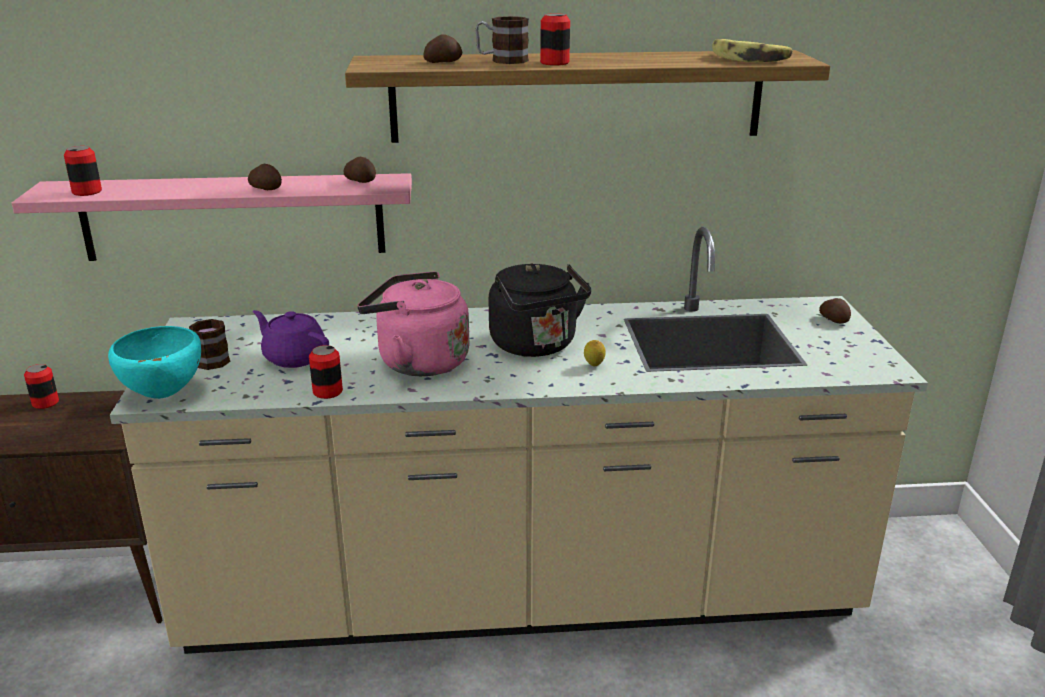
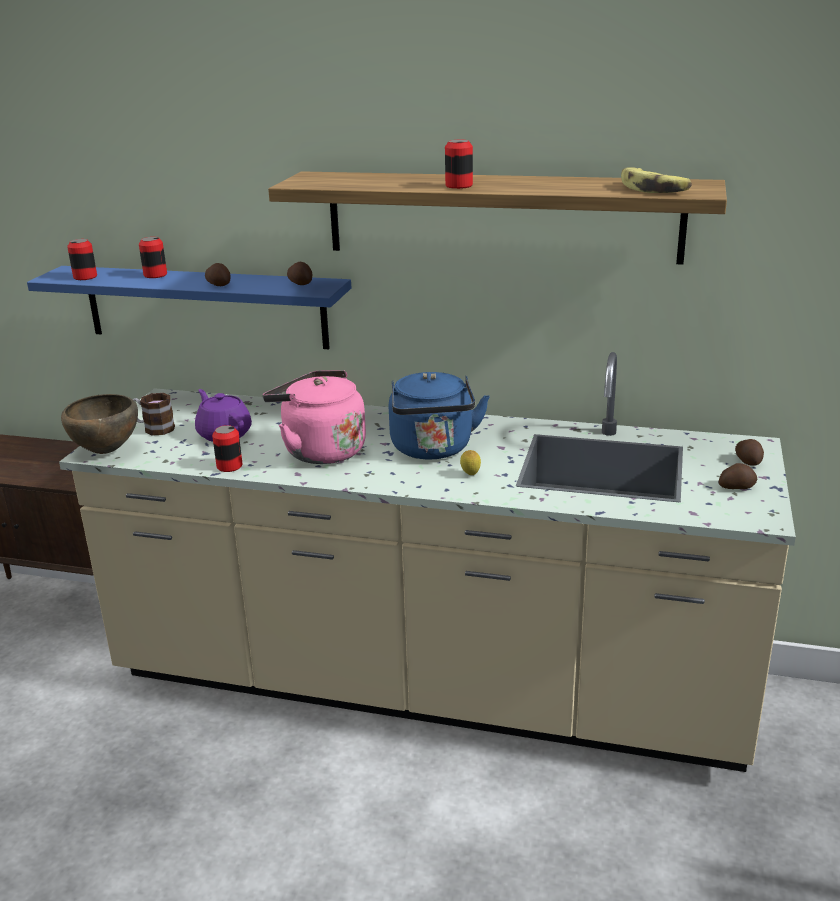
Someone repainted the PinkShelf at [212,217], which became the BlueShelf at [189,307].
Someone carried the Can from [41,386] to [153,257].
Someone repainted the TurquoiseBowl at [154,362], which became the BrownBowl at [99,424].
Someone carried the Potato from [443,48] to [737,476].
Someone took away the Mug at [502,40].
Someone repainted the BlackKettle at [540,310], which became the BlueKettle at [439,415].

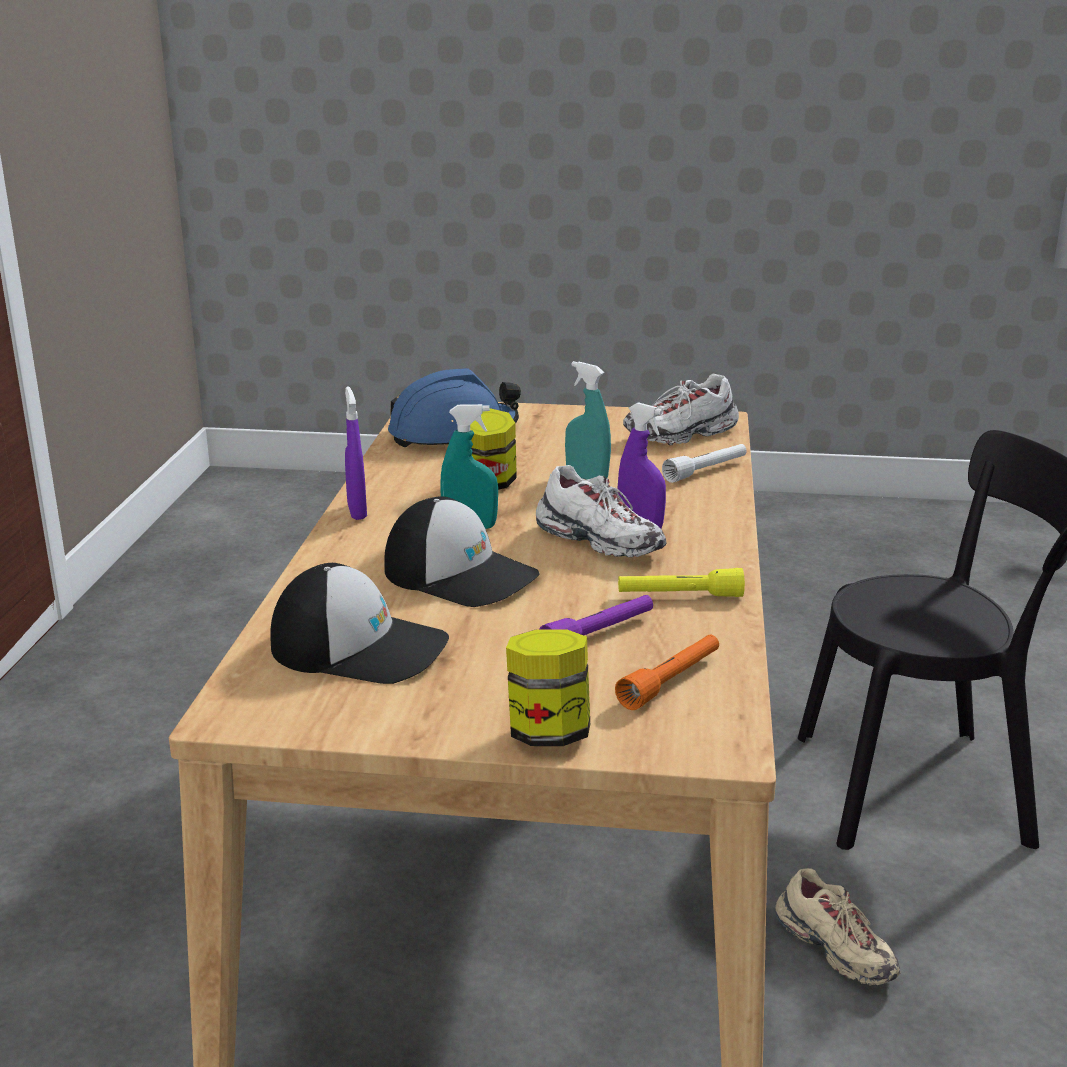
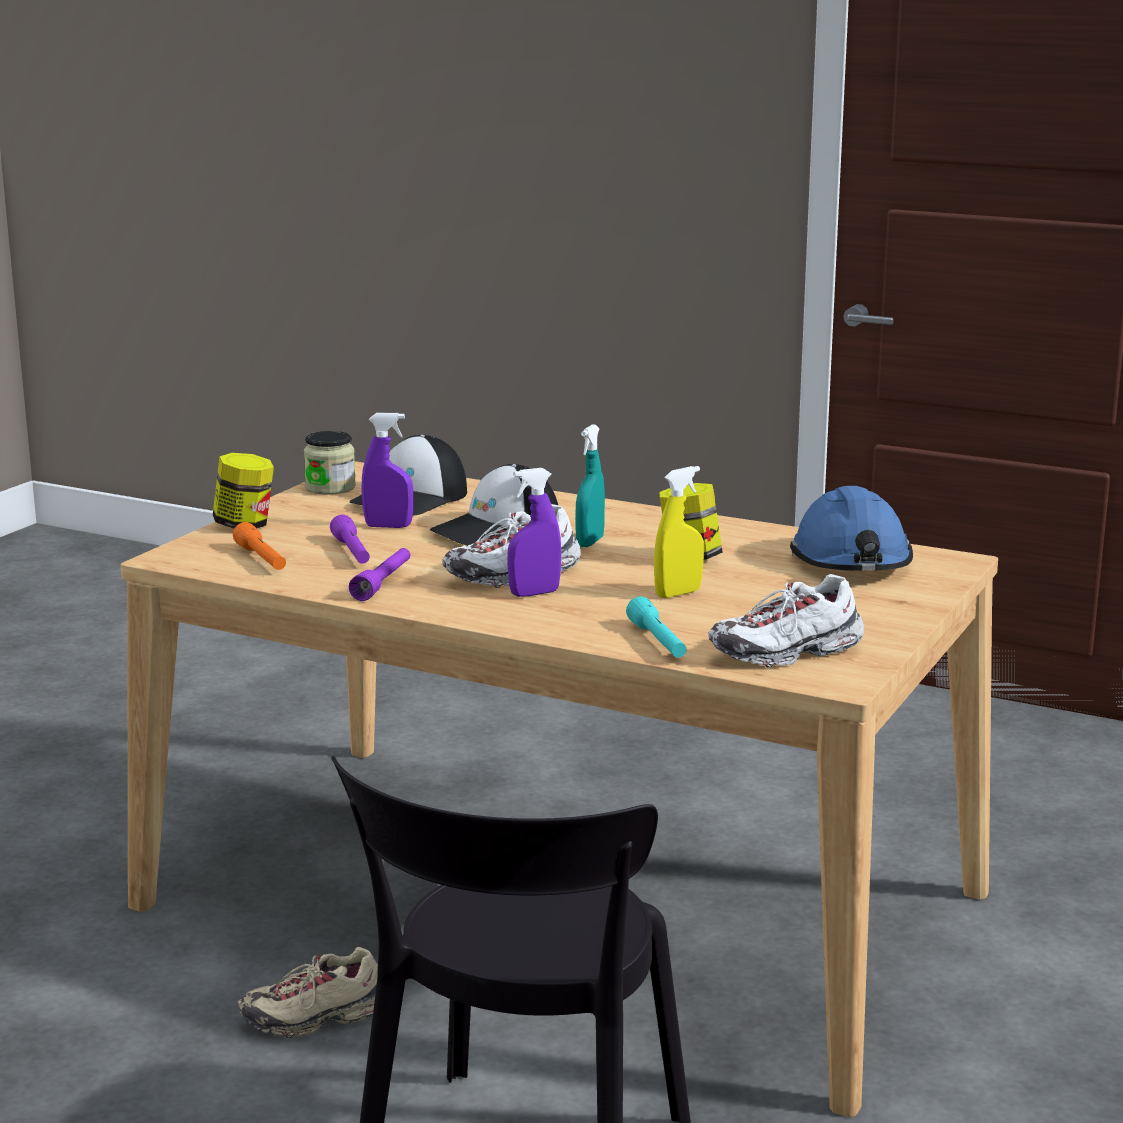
Someone carried the PurpleSprayBottle from [356,453] to [387,470].
Someone repainted the TurquoiseSprayBottle at [588,420], which became the YellowSprayBottle at [679,532].
Someone repainted the YellowFlashlight at [681,582], which became the PurpleFlashlight at [379,574].
Someone rotated the WhiteShoe at [681,410] by 105 degrees counterclockwise.
Someone repainted the WhiteFlashlight at [704,463], which became the TurquoiseFlashlight at [656,627].
Someone put down the Jar at [330,463].

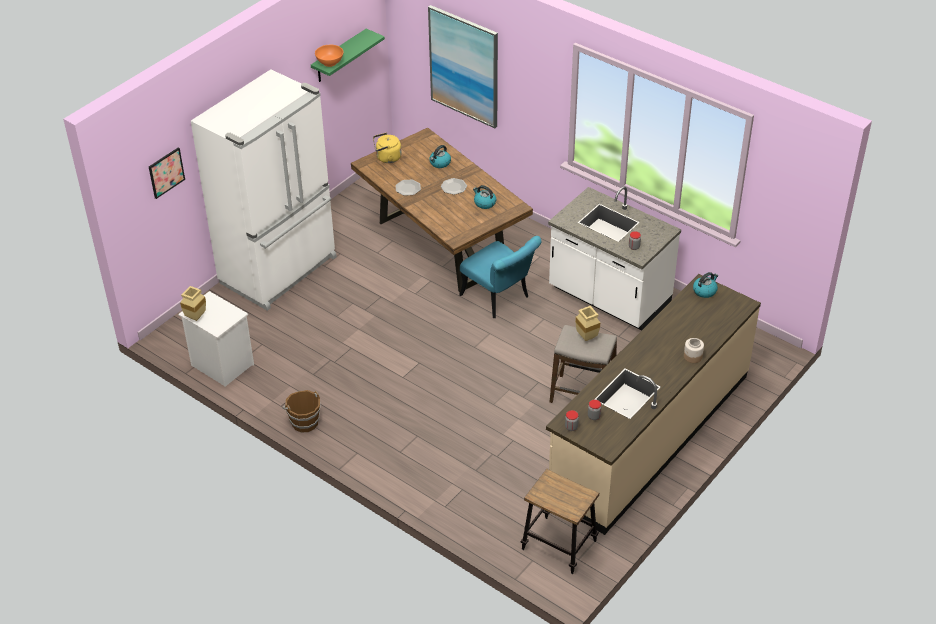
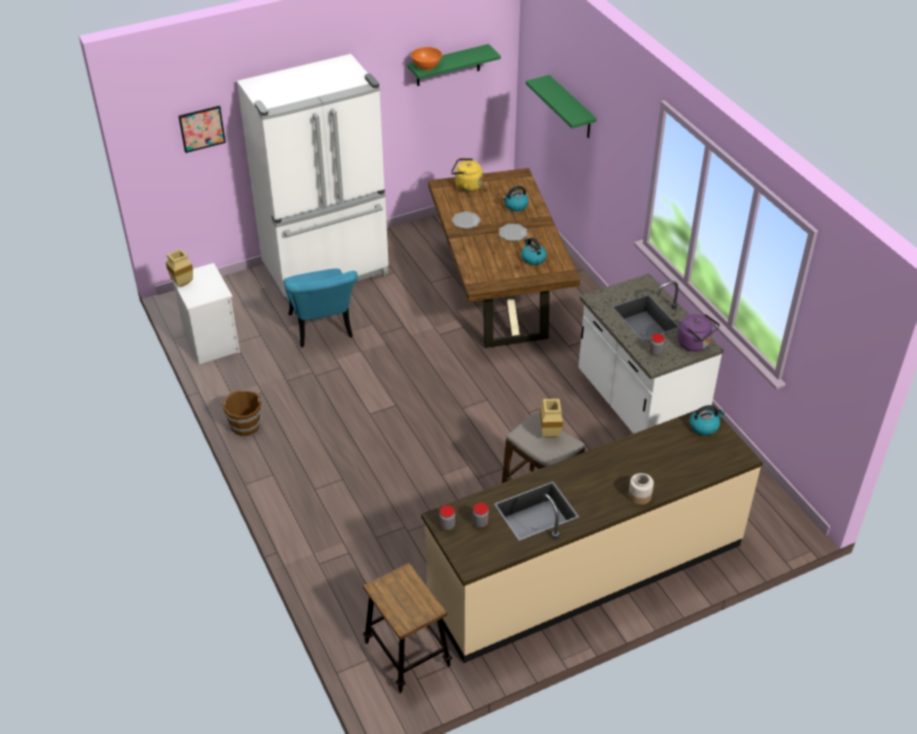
Someone swapped the Picture at [463,66] for the GreenShelf at [561,106].
Someone carried the TurquoiseChair from [500,277] to [321,308].
Someone put down the PurpleKettle at [698,333].

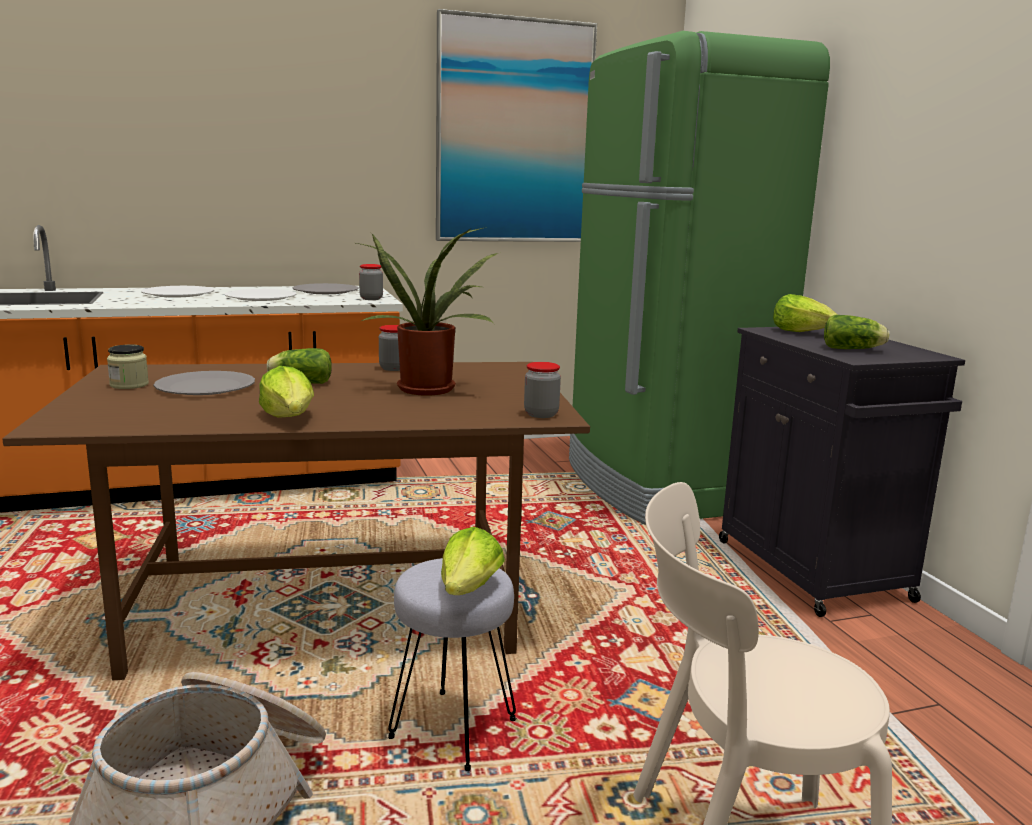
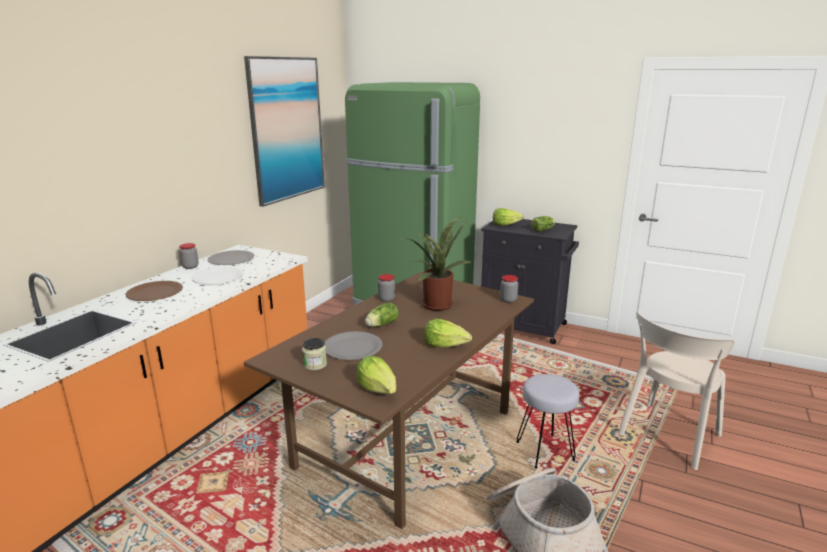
Someone repainted the WhitePlate at [177,292], which became the BrownPlate at [154,291].
Someone carried the Jar from [371,282] to [189,256].
Someone carried the Lettuce from [473,561] to [376,375].

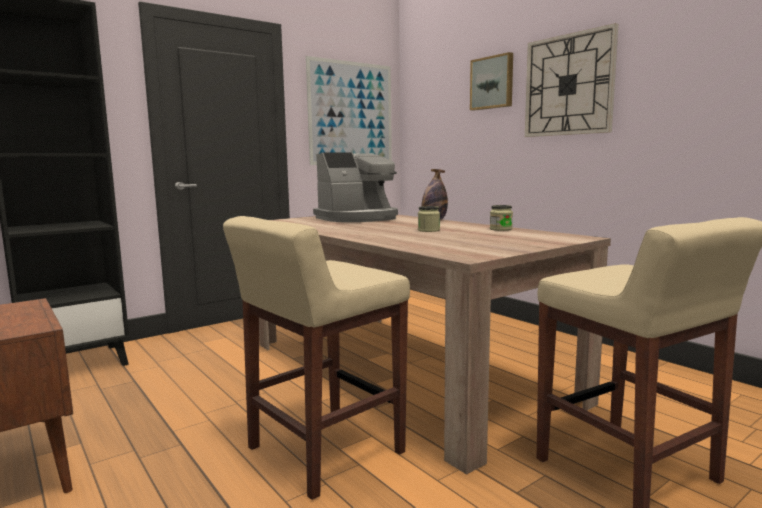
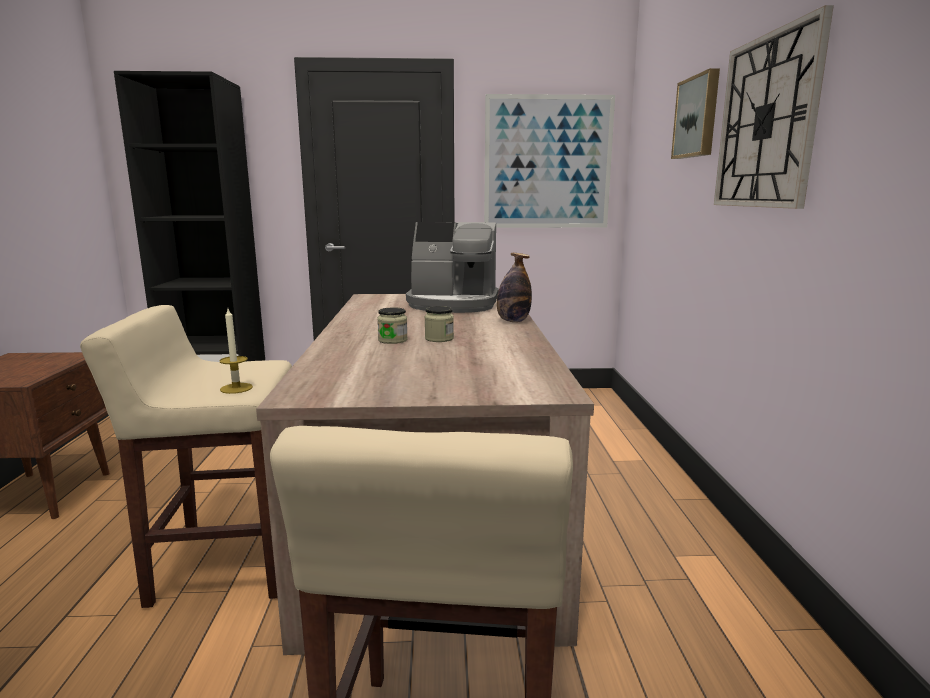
Someone carried the Jar from [501,218] to [392,326].
Someone put down the Candle at [236,351].

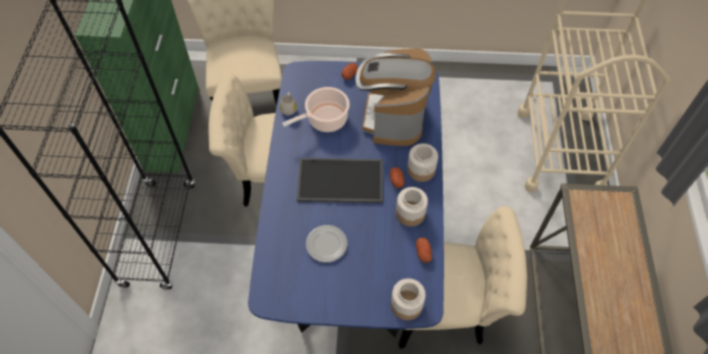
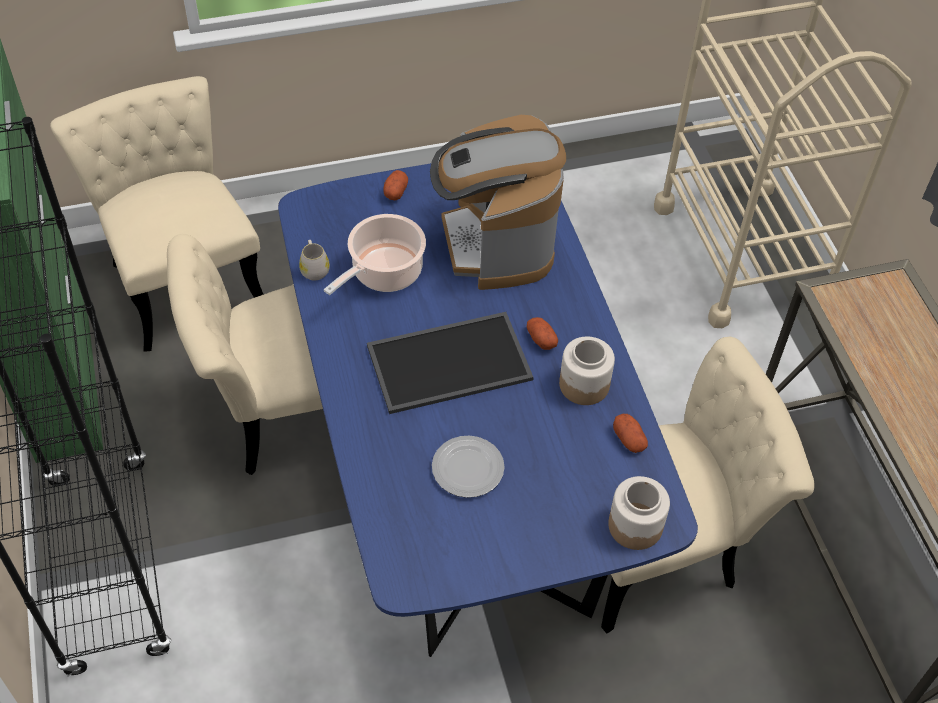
Someone took away the Jar at [422,162].

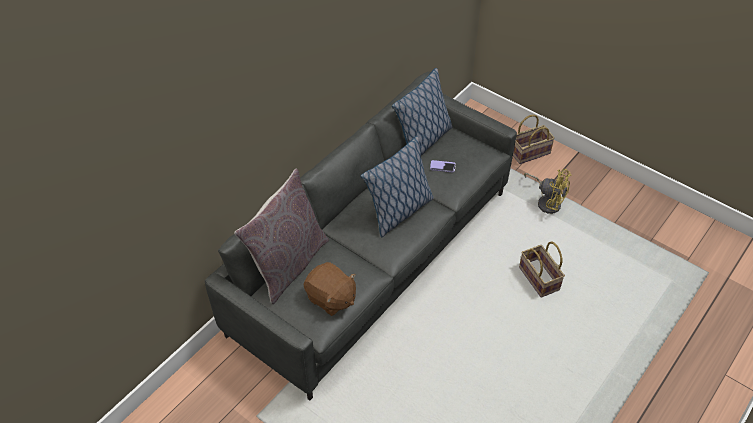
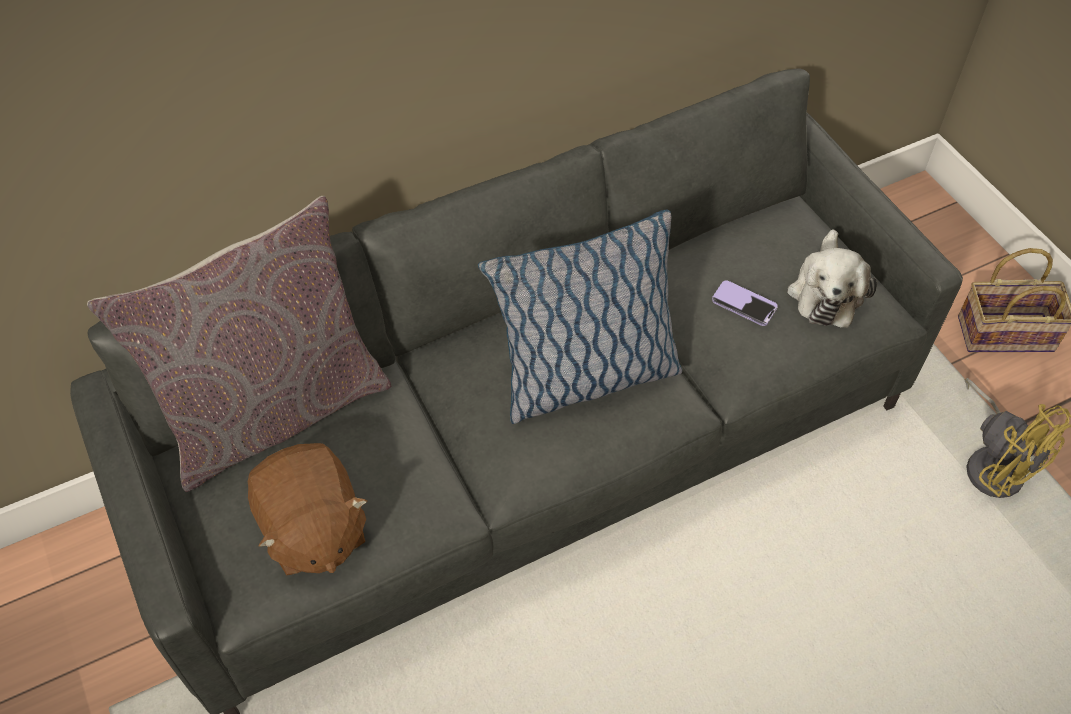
Someone took away the Pillow at [422,112].
Someone took away the Basket at [542,269].
Someone put down the PlushToy at [832,278].

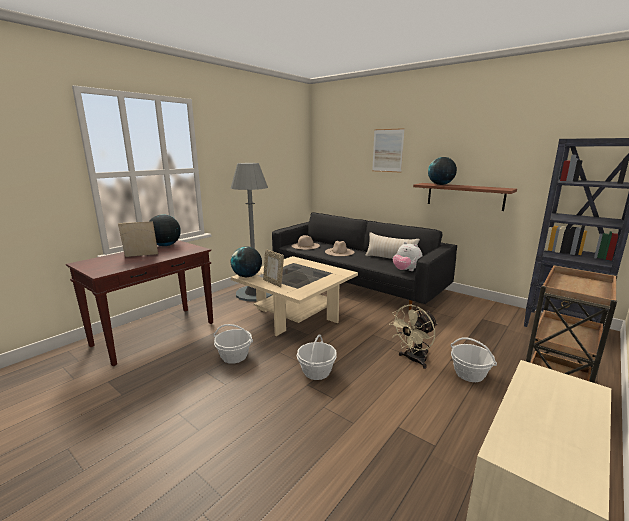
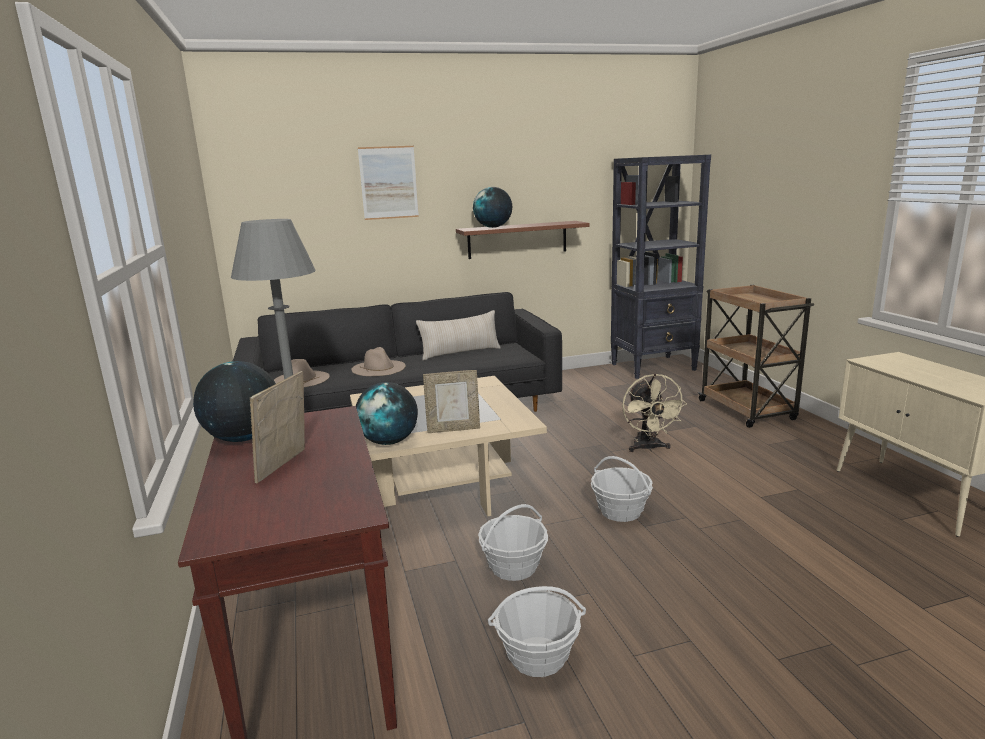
Someone took away the PlushToy at [407,256].
Someone carried the Basket from [474,359] to [537,631].

